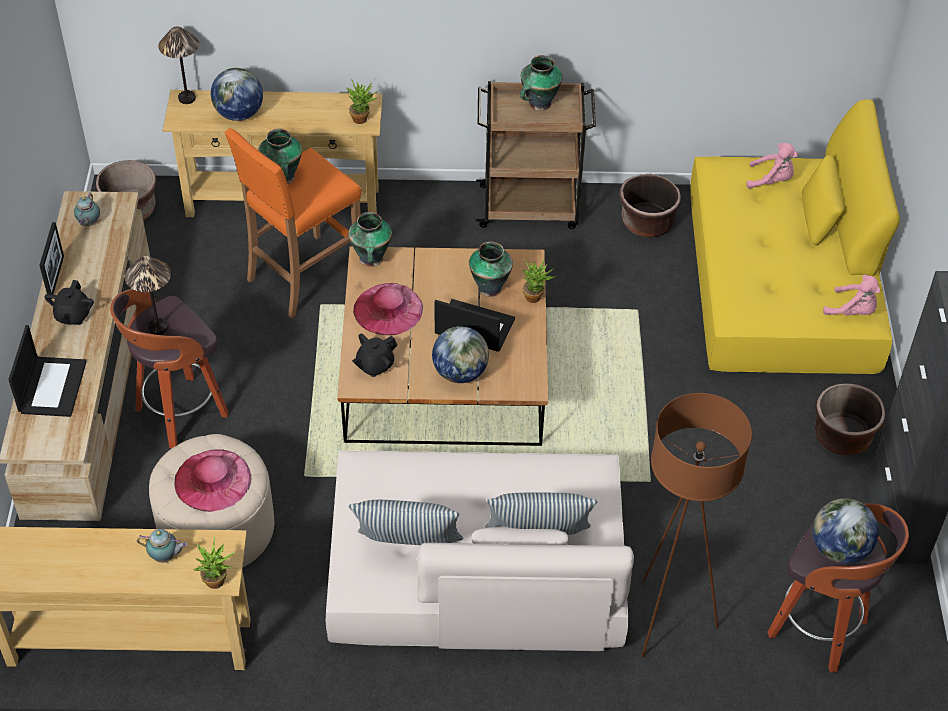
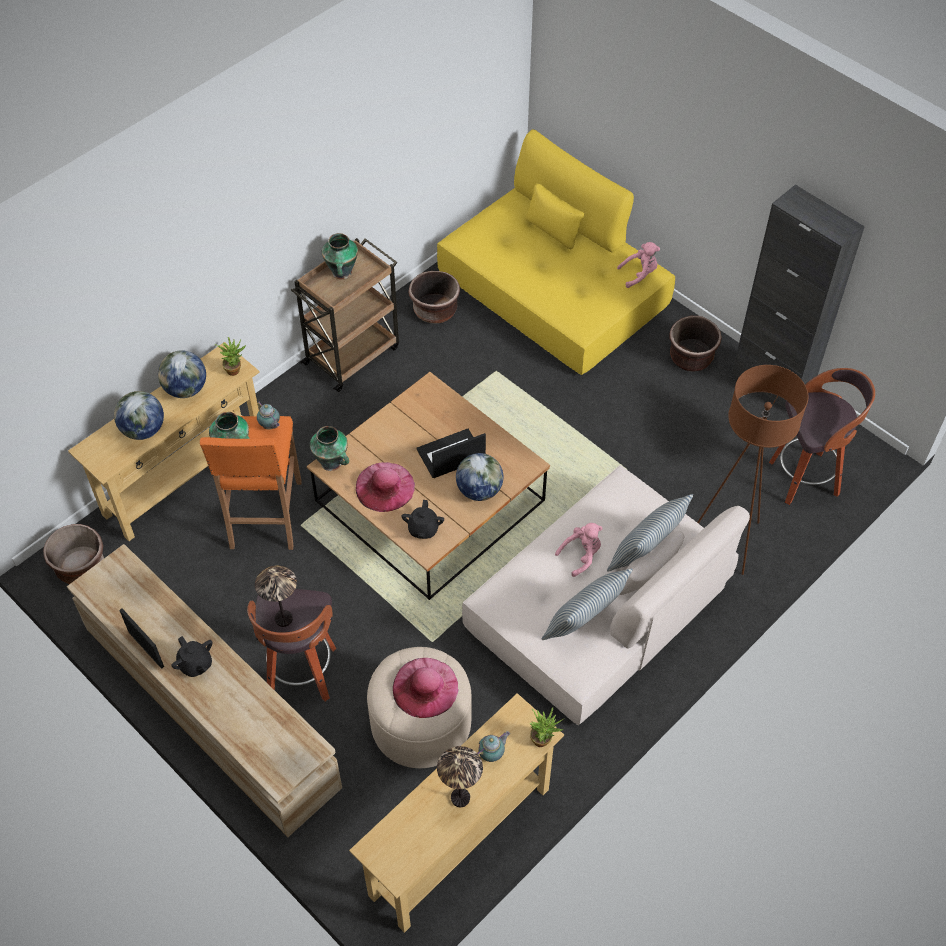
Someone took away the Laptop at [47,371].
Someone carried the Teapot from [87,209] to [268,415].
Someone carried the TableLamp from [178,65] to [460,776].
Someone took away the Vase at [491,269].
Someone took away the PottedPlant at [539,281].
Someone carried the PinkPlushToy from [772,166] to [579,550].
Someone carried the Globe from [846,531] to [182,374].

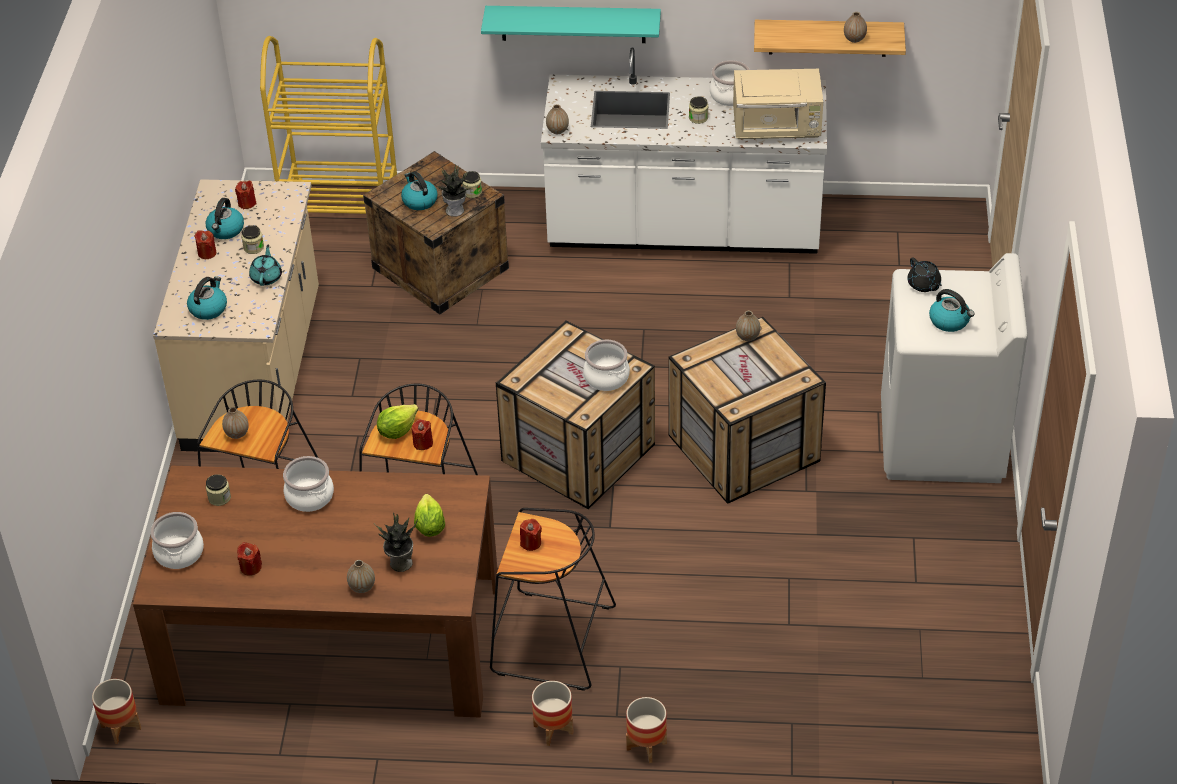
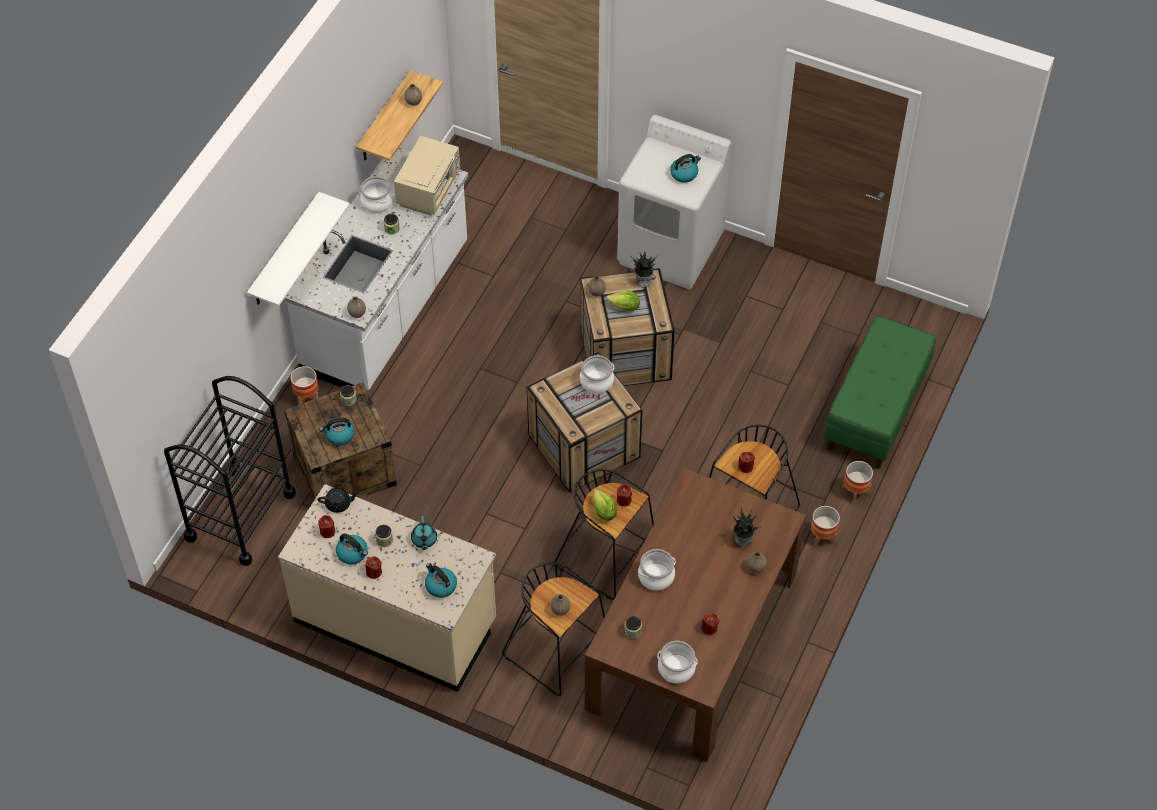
Someone carried the Planter from [116,711] to [304,385].
Someone rotated the TurquoiseTeapot at [265,265] by 120 degrees counterclockwise.
Someone repainted the YellowCart at [328,125], which became the BlackCart at [230,471].
Someone carried the Lettuce from [429,515] to [623,300].
Someone carried the PottedPlant from [452,191] to [644,269].
Someone repainted the TurquoiseShelf at [571,24], which became the WhiteShelf at [298,249].
Someone carried the BlackTeapot from [924,274] to [338,500].
Someone put down the GreenBench at [880,392].

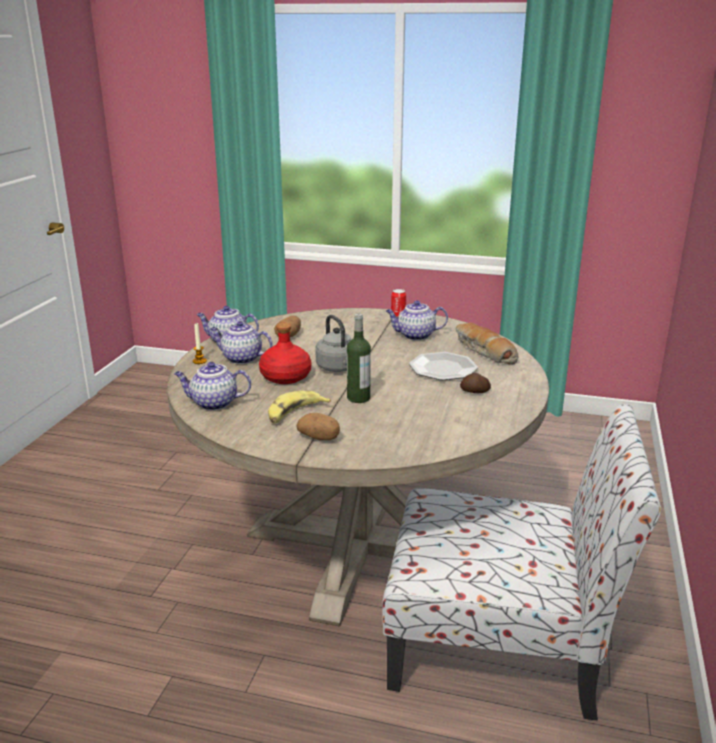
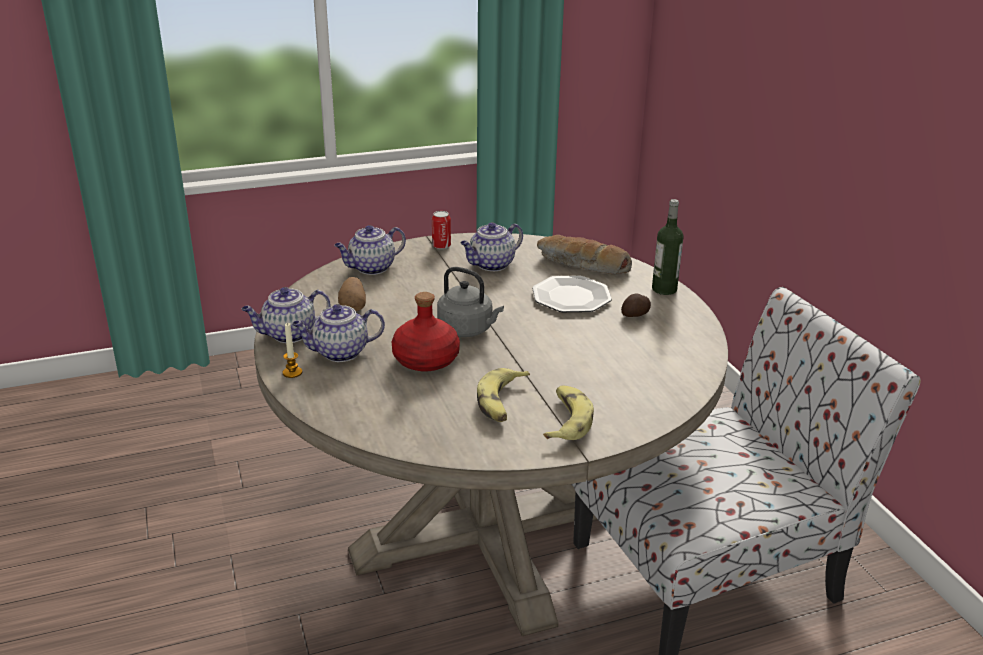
Someone carried the Teapot from [212,386] to [370,250].
Someone swapped the Potato at [318,426] for the Banana at [568,412].
Someone carried the Bottle from [359,358] to [668,247].

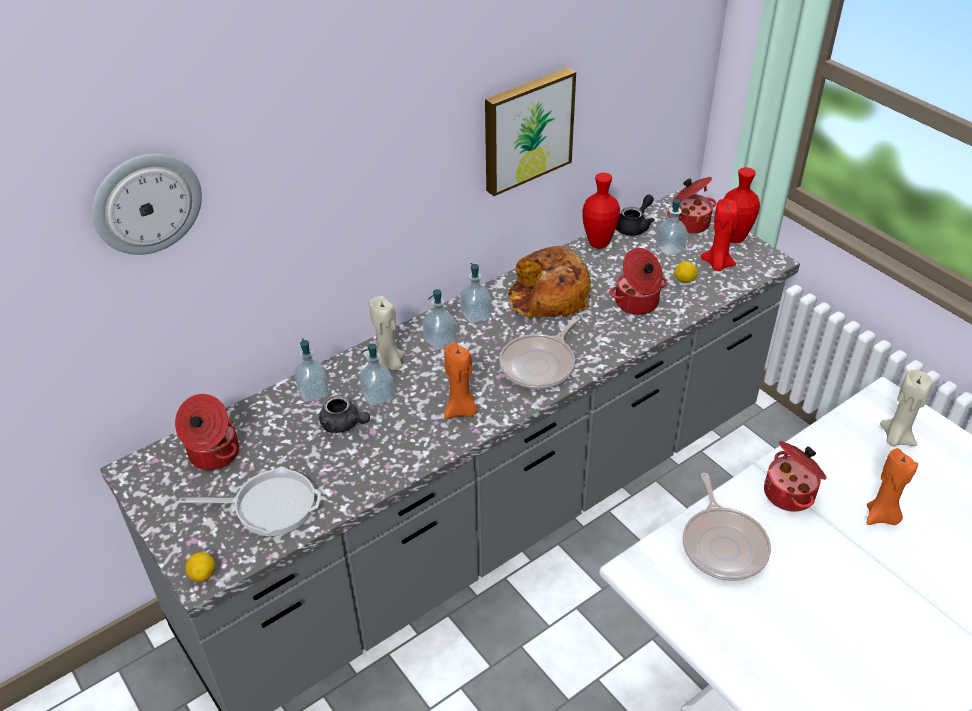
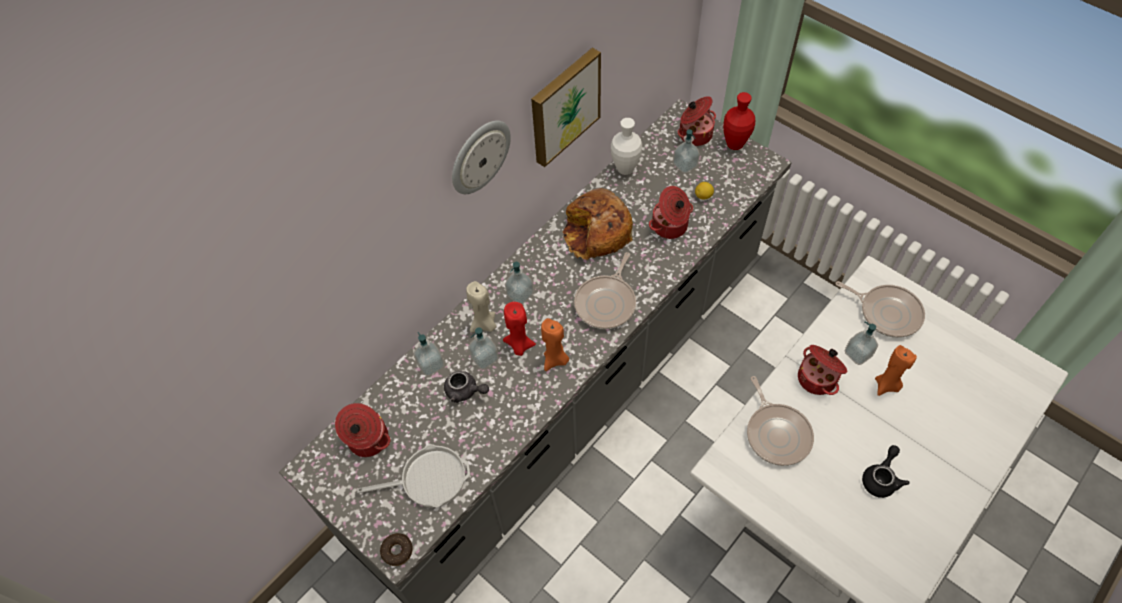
Someone carried the WallClock from [147,204] to [481,157].
Someone swapped the Lemon at [200,567] for the Donut at [396,549].
Someone carried the SoapDispenser from [475,293] to [861,343].
Someone repainted the RedVase at [601,211], which became the WhiteVase at [626,146].
Someone carried the BlackTeapot from [635,215] to [886,471].
Someone carried the RedCandle from [719,235] to [519,329].
Someone swapped the BeigeCandle at [906,408] for the FryingPan at [880,309].

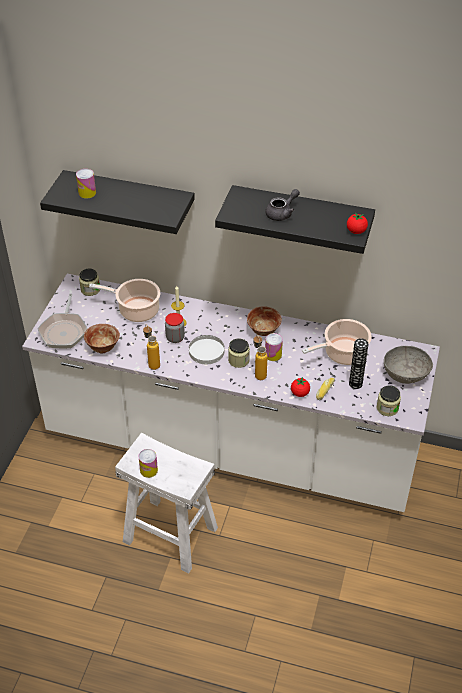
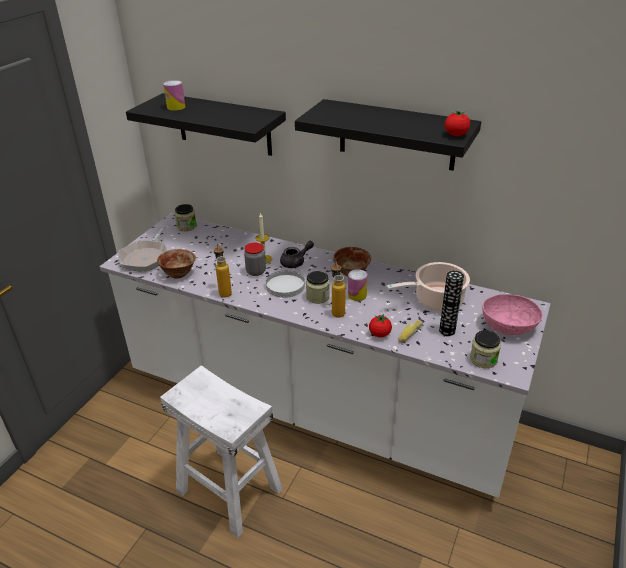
Someone took away the CookingPot at [124,300].
Someone took away the Can at [148,463].
Someone carried the GreyTeapot from [282,205] to [297,254].
Someone repainted the GreyBowl at [408,365], which became the PinkBowl at [512,314].

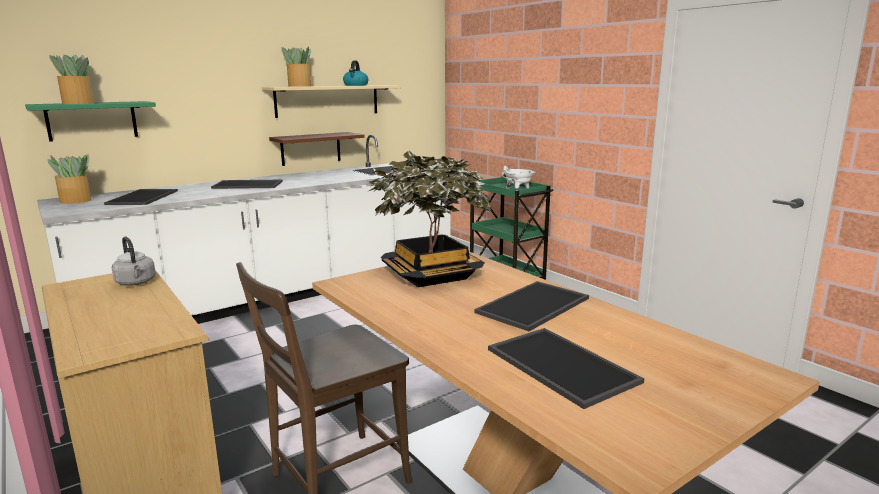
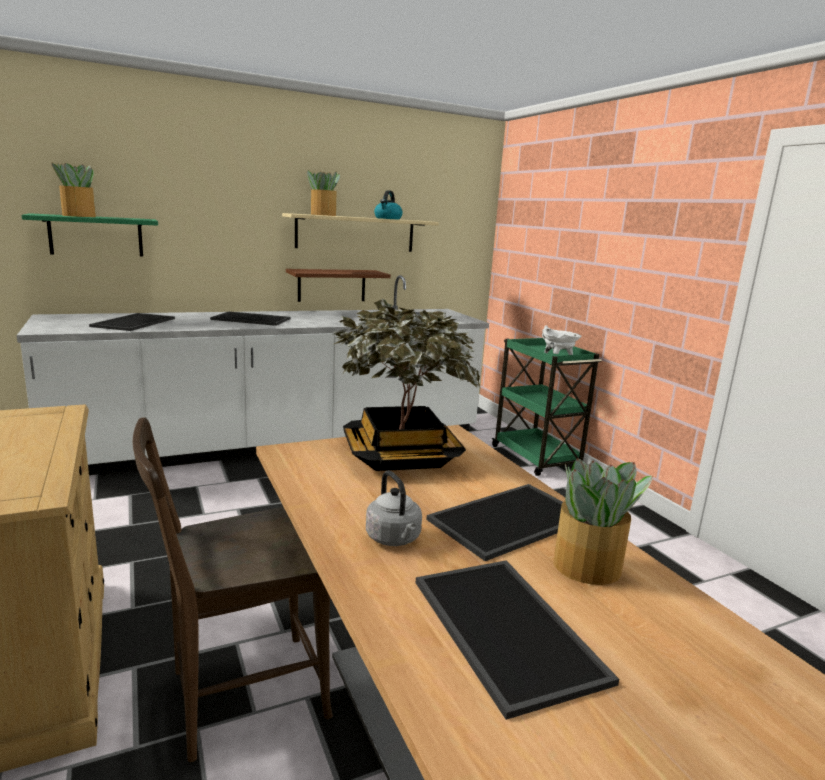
Someone carried the PottedPlant from [69,179] to [603,522].
Someone carried the GreyKettle from [134,261] to [394,508].

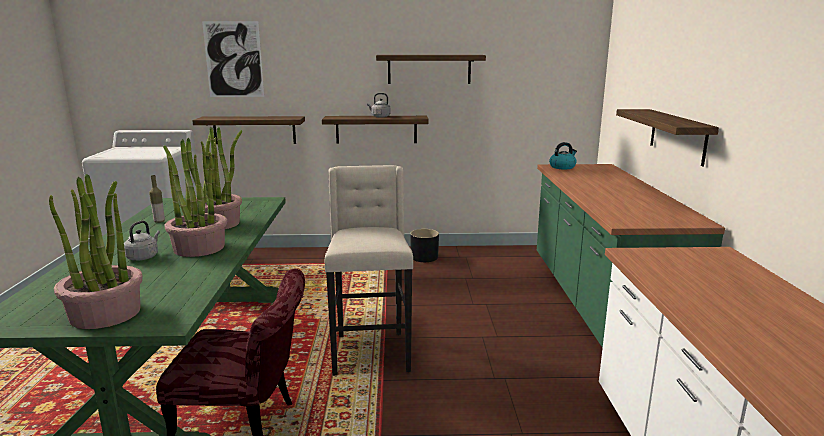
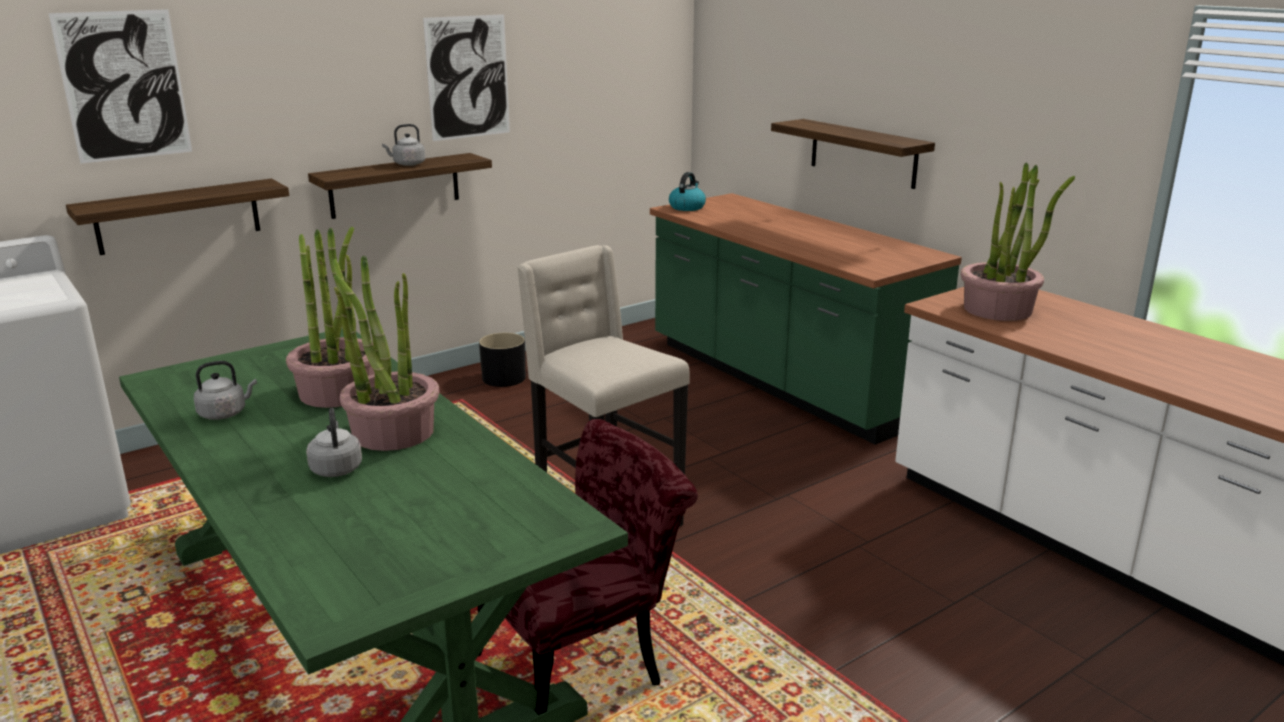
Someone carried the PottedPlant from [96,251] to [1018,241].
Someone swapped the Bottle at [157,199] for the GreyKettle at [225,390].
Someone swapped the Shelf at [431,69] for the Picture at [466,77].

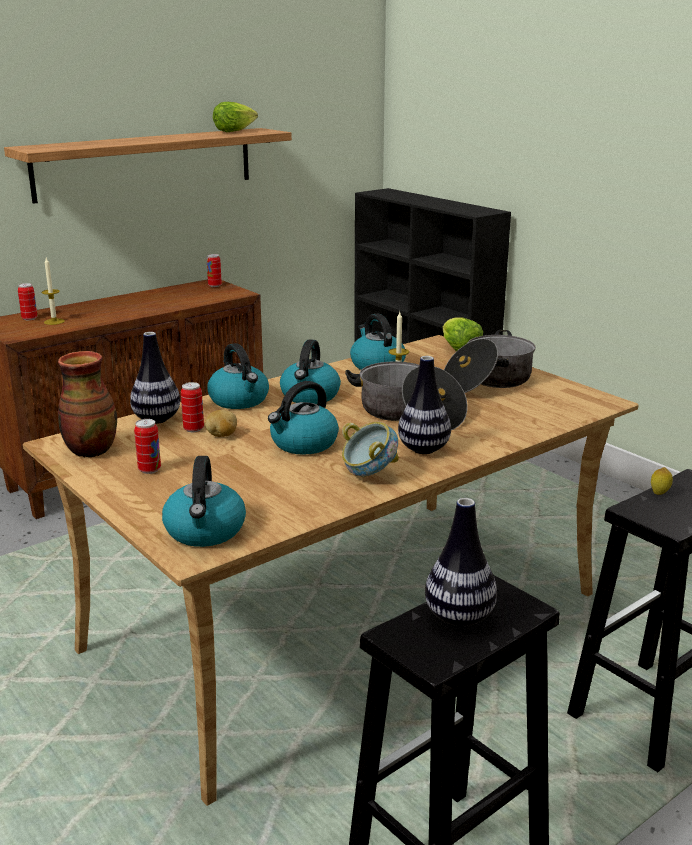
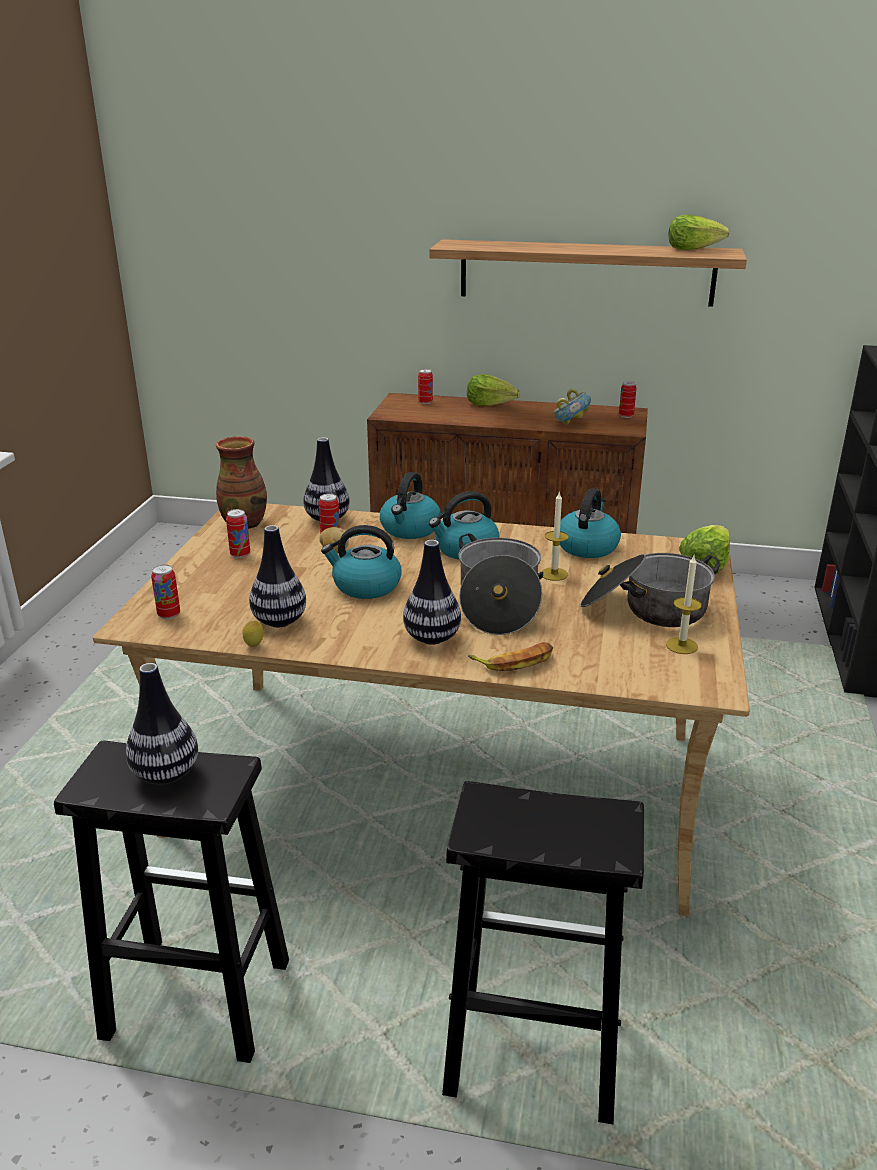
Someone carried the Candle from [53,291] to [684,605].
Someone swapped the Kettle at [204,501] for the Can at [165,591].
Someone carried the Bowl from [370,449] to [572,406].
Someone carried the Lemon from [662,481] to [253,634].
Someone put down the Vase at [277,576].
Someone put down the Lettuce at [493,390].
Someone put down the Banana at [510,656].

